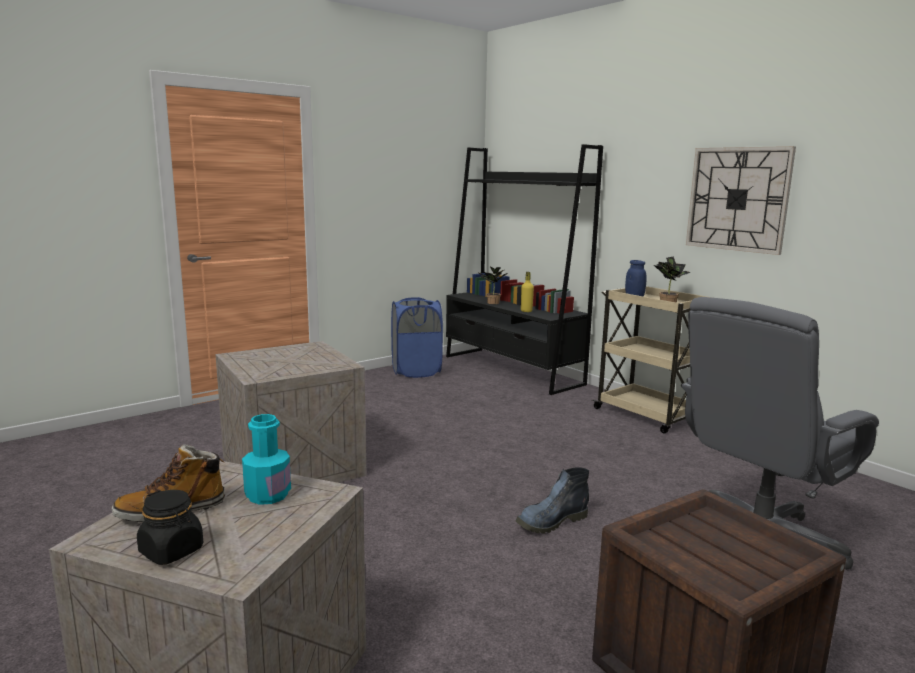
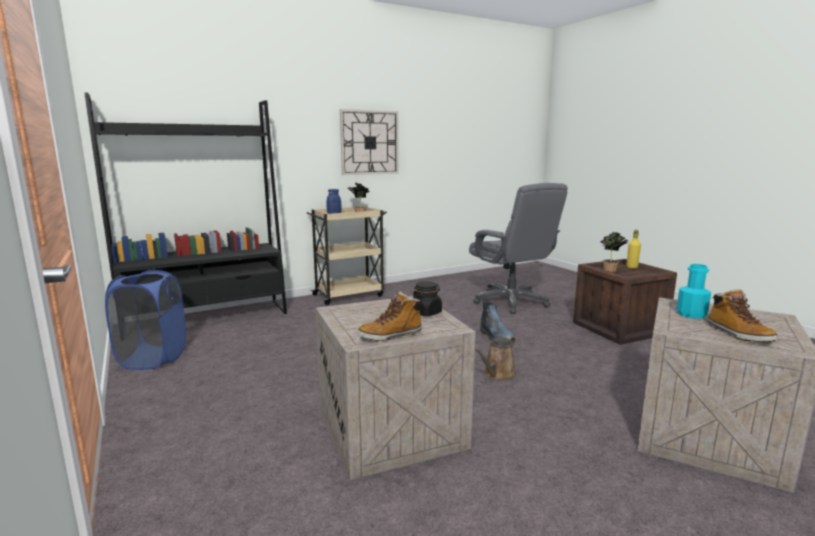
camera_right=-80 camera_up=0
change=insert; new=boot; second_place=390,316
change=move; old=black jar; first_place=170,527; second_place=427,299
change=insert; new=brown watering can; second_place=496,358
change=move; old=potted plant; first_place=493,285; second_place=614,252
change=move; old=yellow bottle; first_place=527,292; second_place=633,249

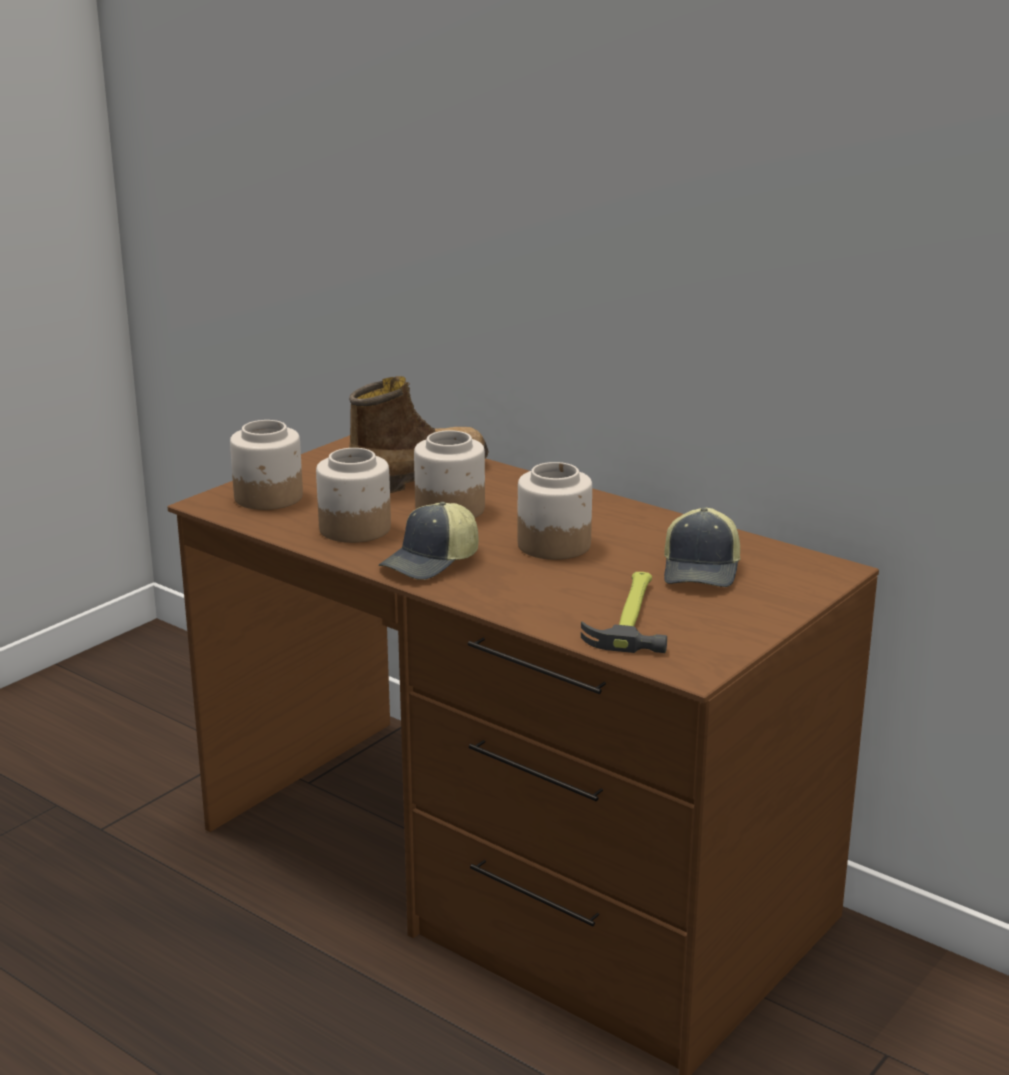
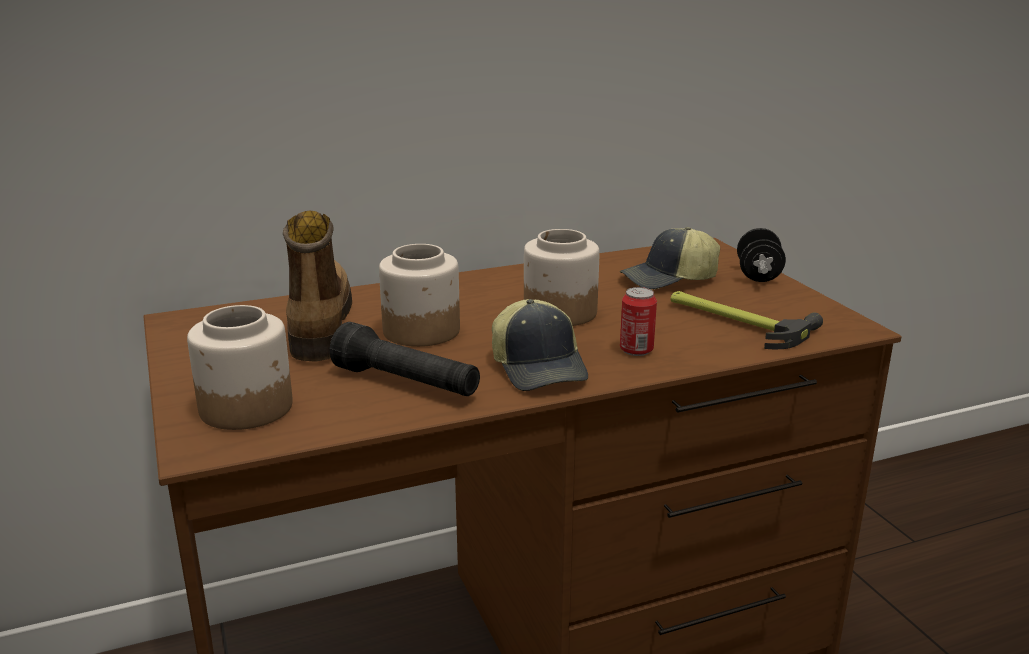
camera_right=-60 camera_up=0
change=replace; old=jar; new=black flashlight; first_place=353,495; second_place=405,359
change=rotate; old=cap; first_place=702,547; second_place=670,258; degrees=120
change=insert; new=can; second_place=638,321
change=insert; new=black dumbbell; second_place=761,255

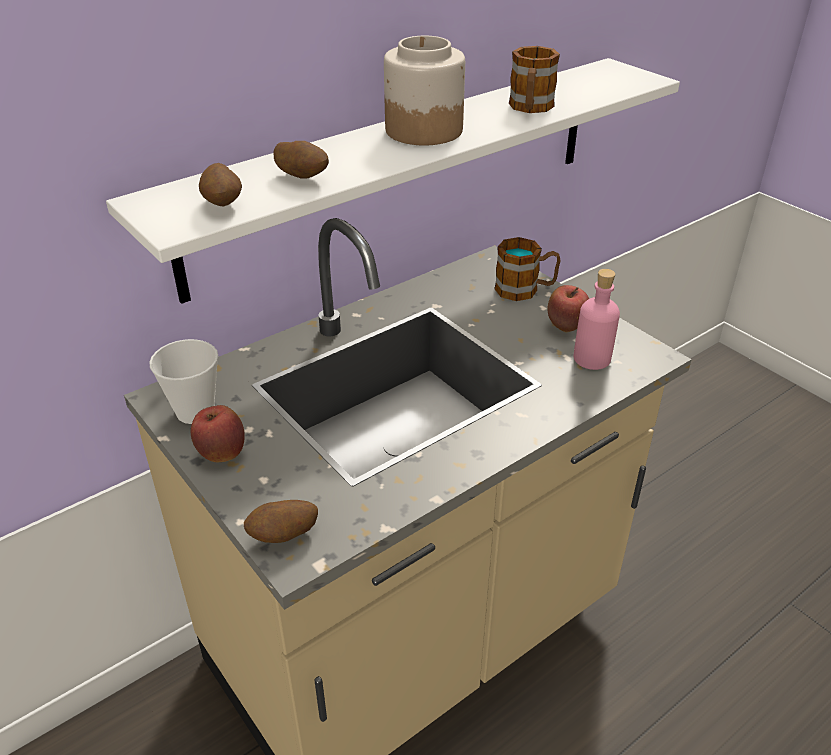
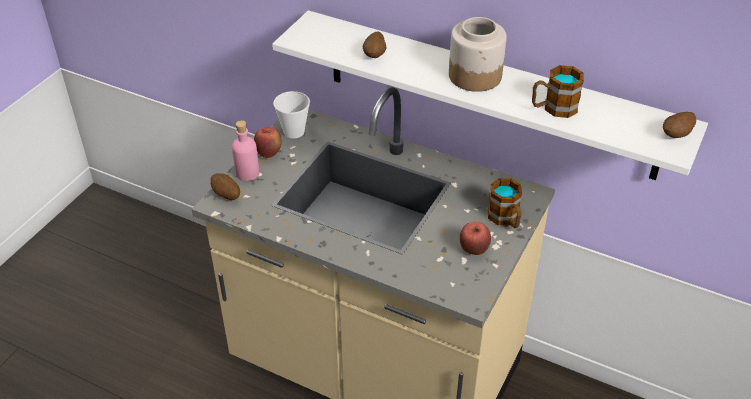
camera_right=65 camera_up=5
change=move; old=pink bottle; first_place=597,319; second_place=245,150
change=move; old=potato; first_place=220,185; second_place=679,125

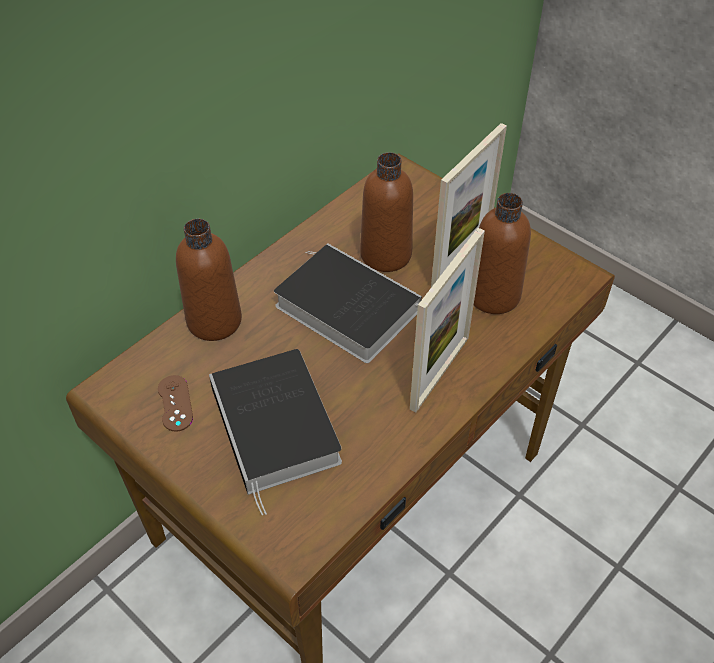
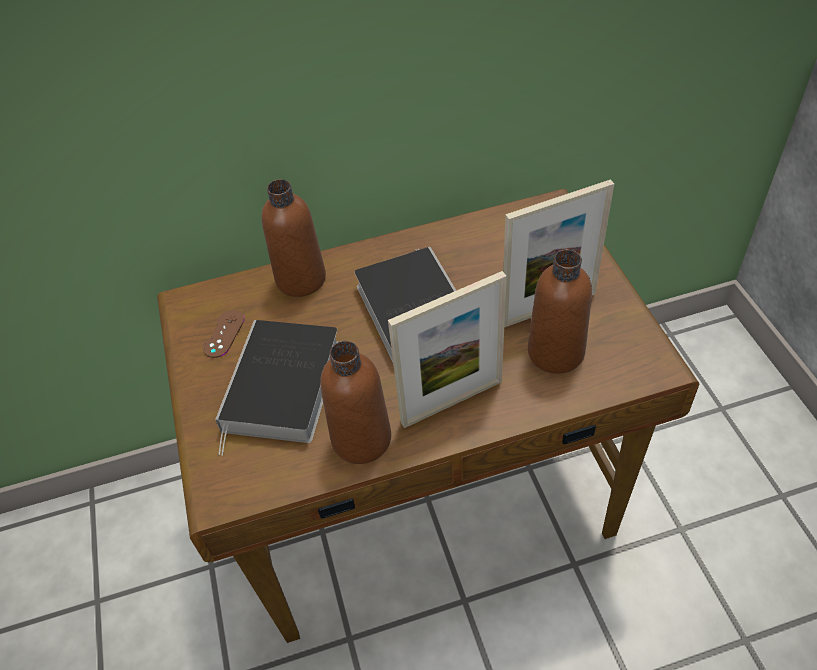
camera_right=35 camera_up=0
change=move; old=brown bottle; first_place=386,212; second_place=355,402

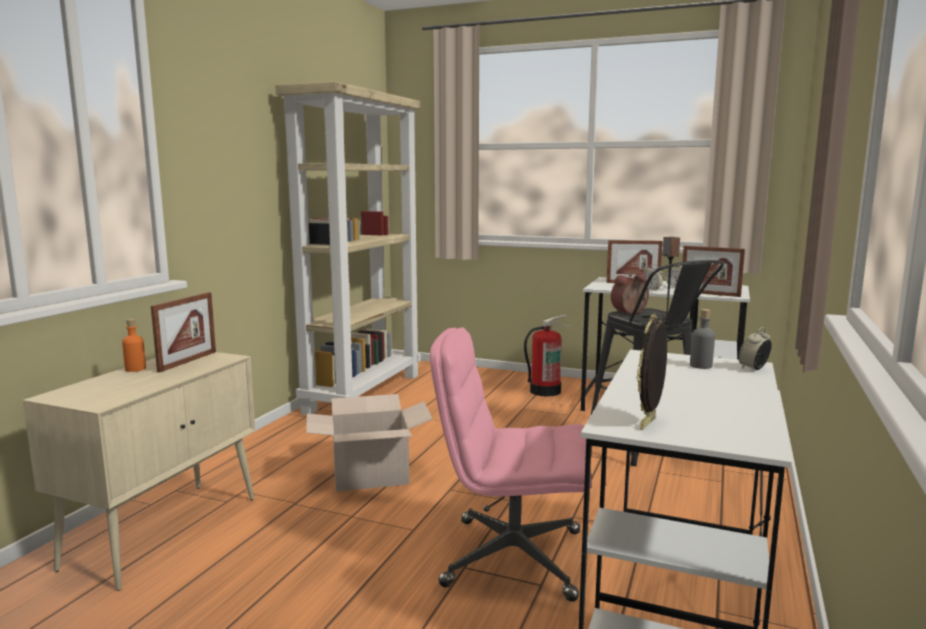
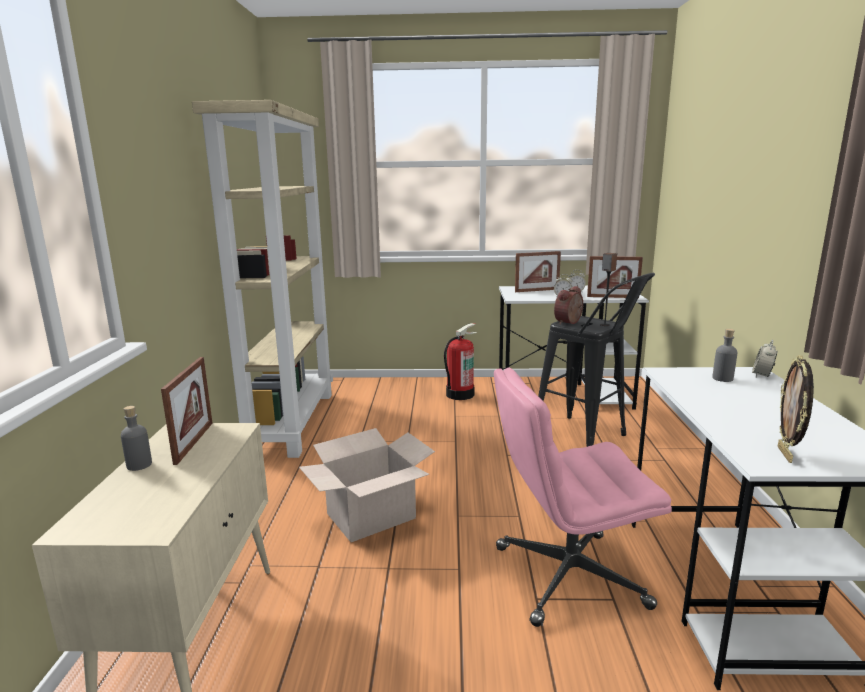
camera_right=-20 camera_up=5
change=recolor; old=orange bottle; new=grey bottle; first_place=134,345; second_place=136,438

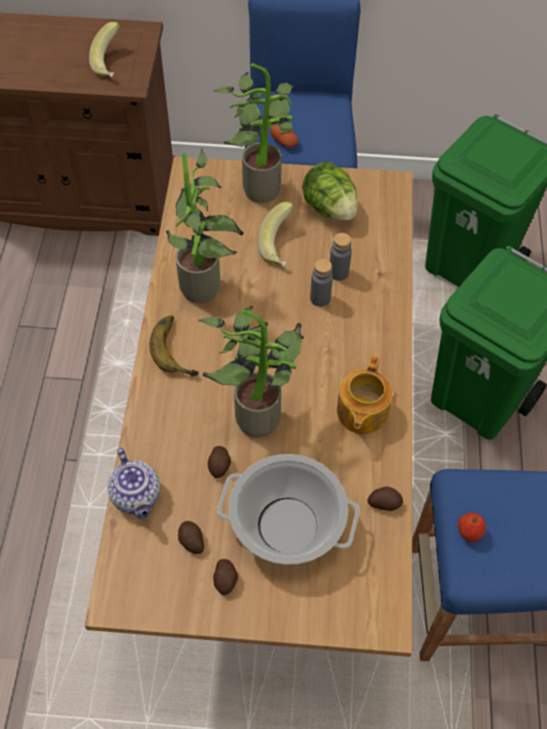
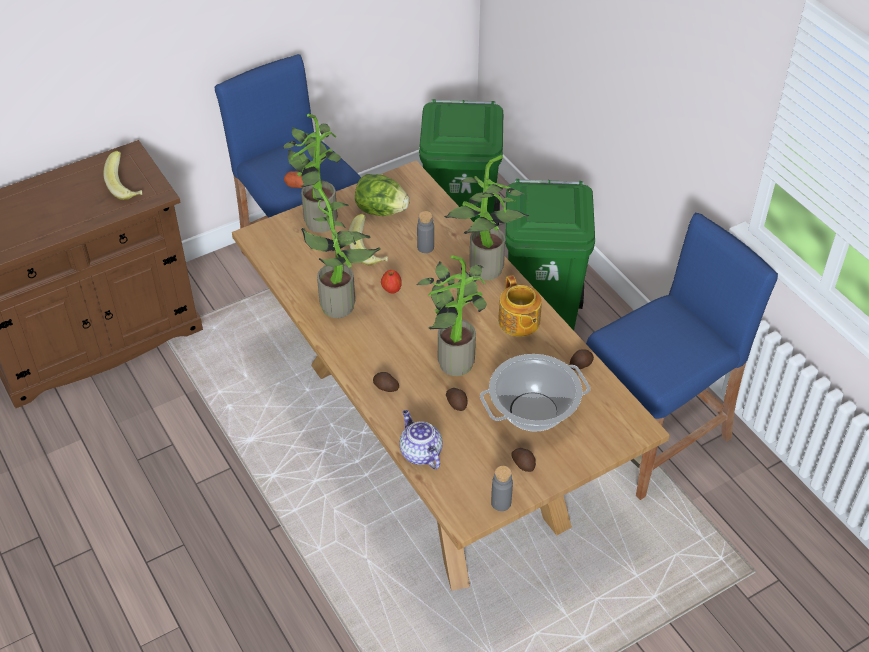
camera_right=-35 camera_up=-10
change=move; old=potato; first_place=191,537; second_place=386,382
change=move; old=apple; first_place=472,527; second_place=391,282
change=rotate; old=teapot; first_place=134,483; second_place=421,439; degrees=-150
change=insert; new=potted plant; second_place=486,217
change=move; old=grey bottle; first_place=321,283; second_place=502,488
change=delete; old=banana; first_place=174,346

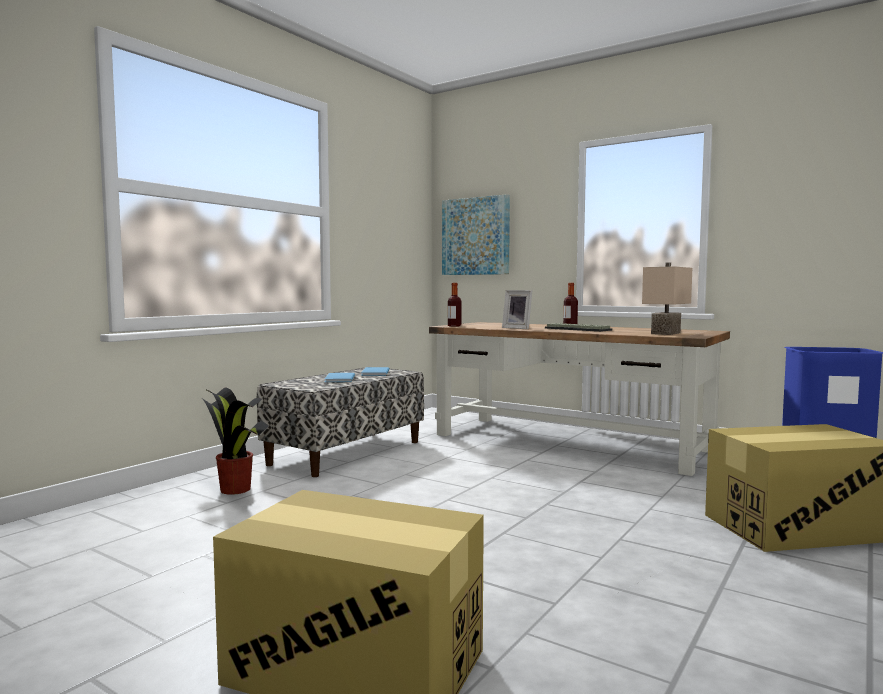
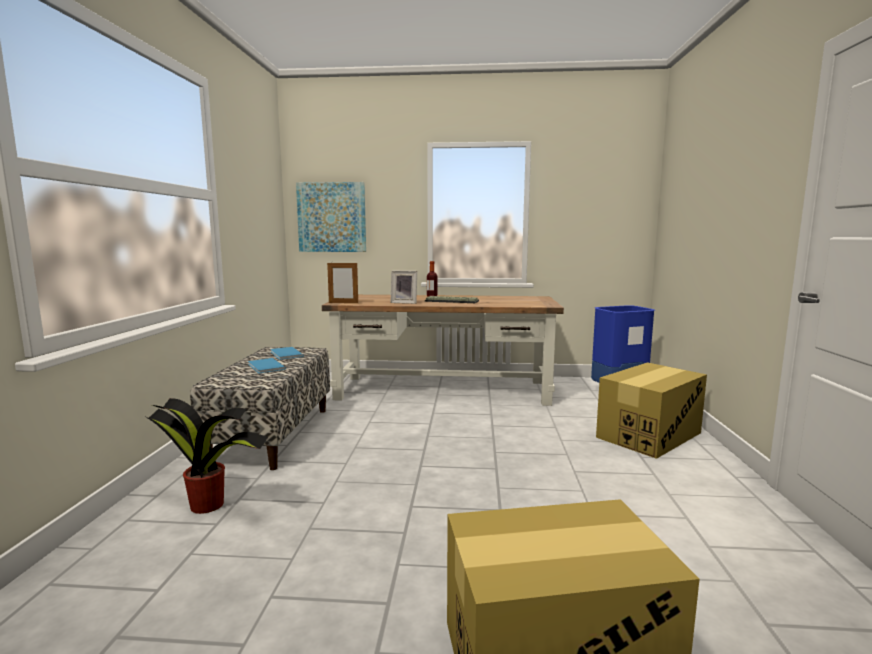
camera_right=-30 camera_up=5
change=replace; old=bottle; new=picture frame; first_place=454,305; second_place=342,283
change=delete; old=beige table lamp; first_place=667,298

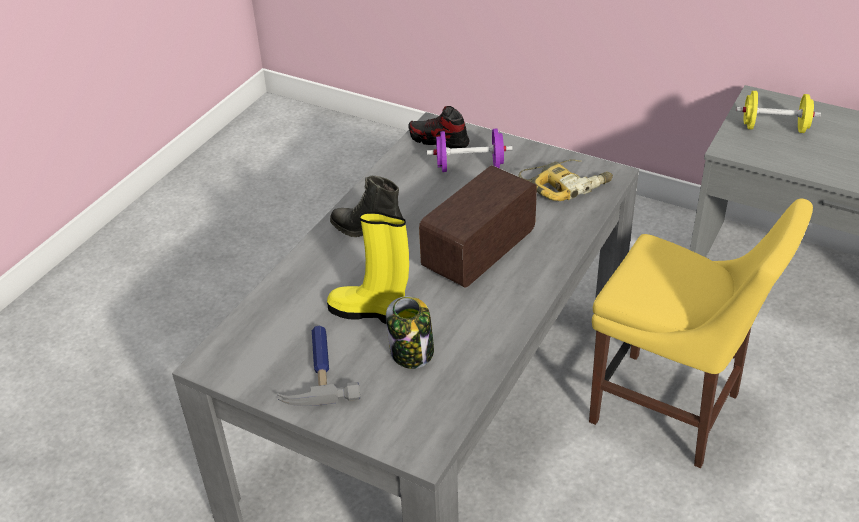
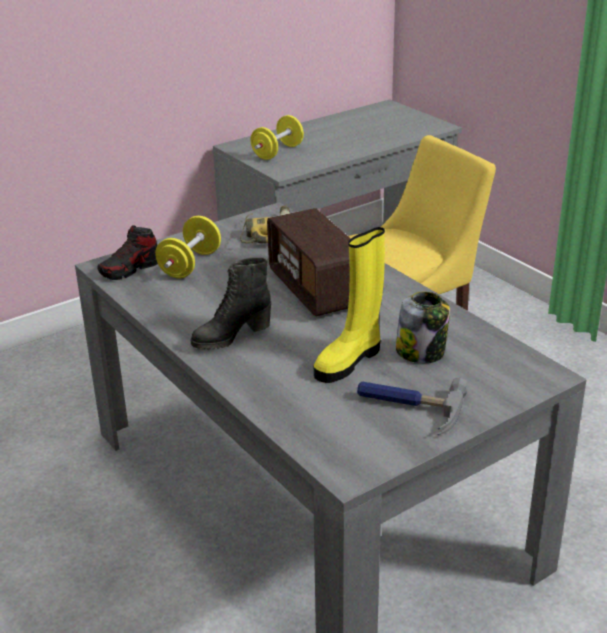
camera_right=-65 camera_up=-10
change=recolor; old=purple dumbbell; new=yellow dumbbell; first_place=470,150; second_place=188,247

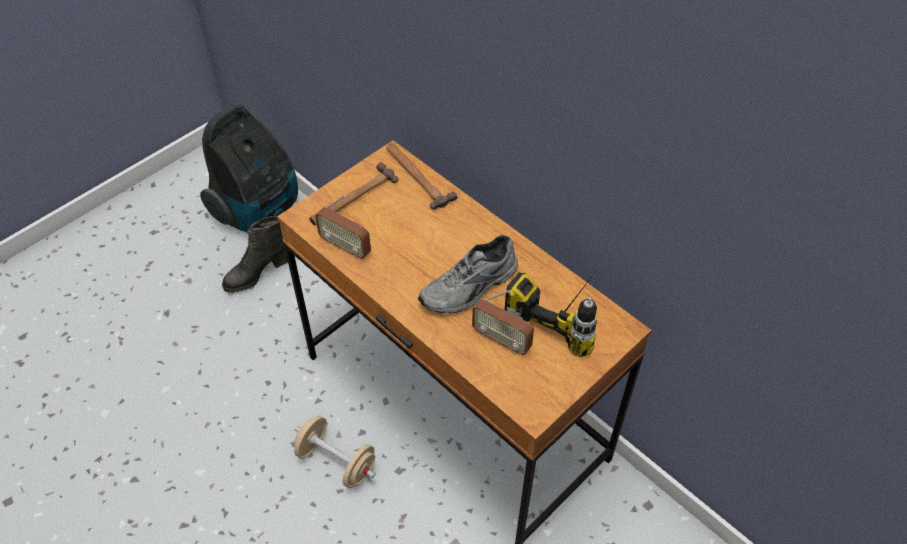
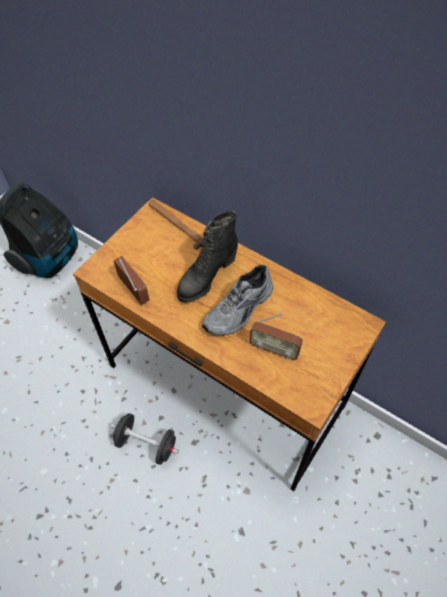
camera_right=-10 camera_up=5
change=recolor; old=beige dumbbell; new=black dumbbell; first_place=335,452; second_place=145,439
change=rotate; old=radio; first_place=343,227; second_place=132,280; degrees=-150
change=move; old=black boot; first_place=255,254; second_place=207,256
change=delete; old=hammer; first_place=353,194
change=delete; old=power drill; first_place=551,314

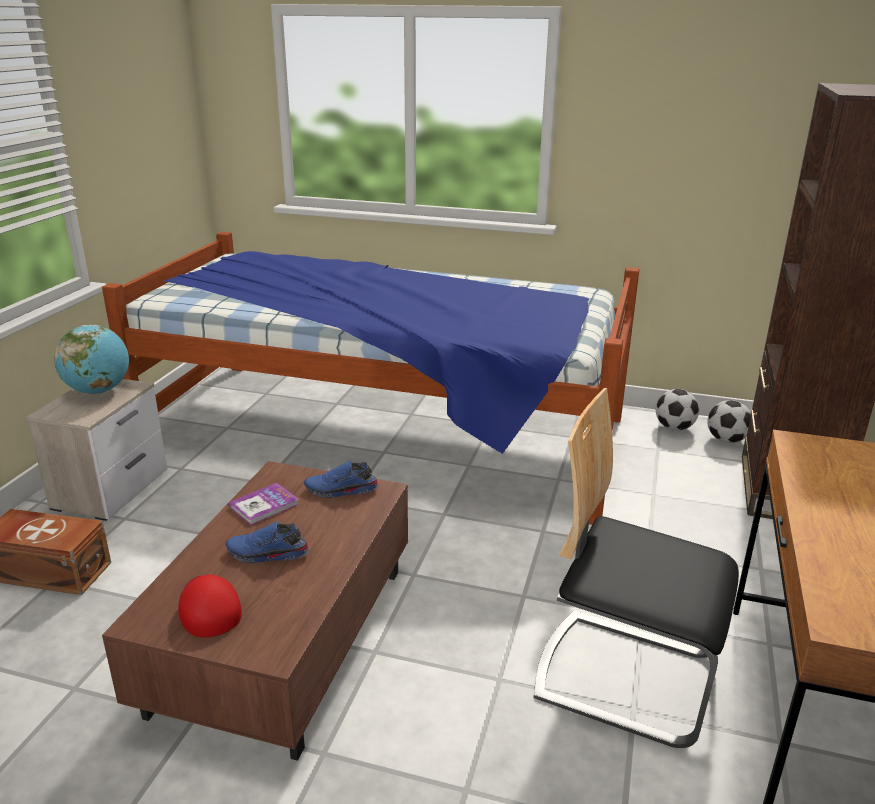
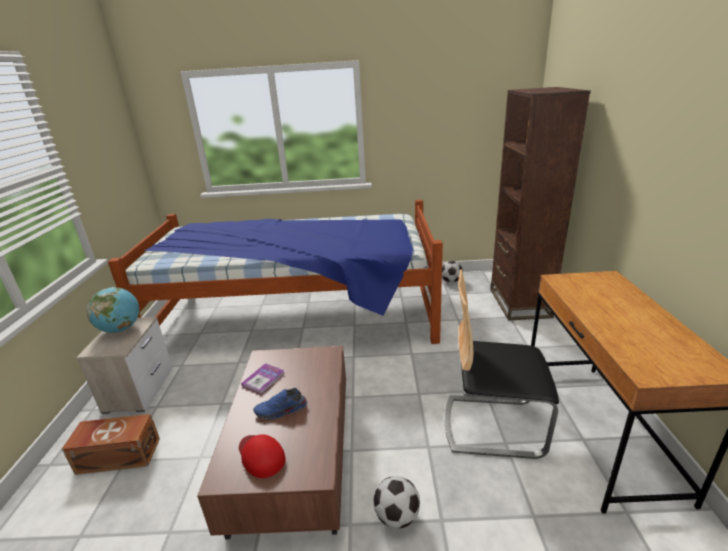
camera_right=-15 camera_up=0
change=move; old=football; first_place=729,421; second_place=396,502
change=delete; old=blue shoe; first_place=341,479

